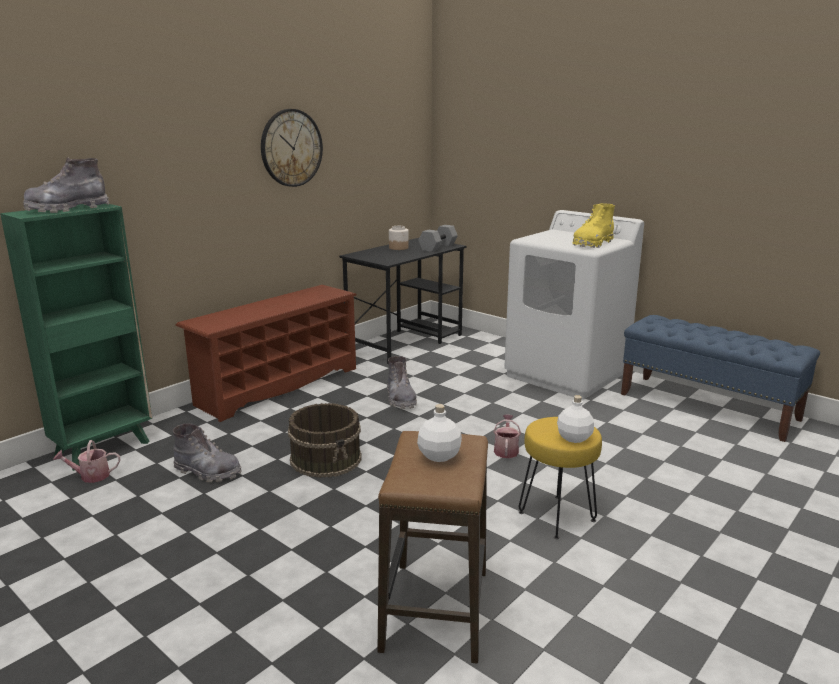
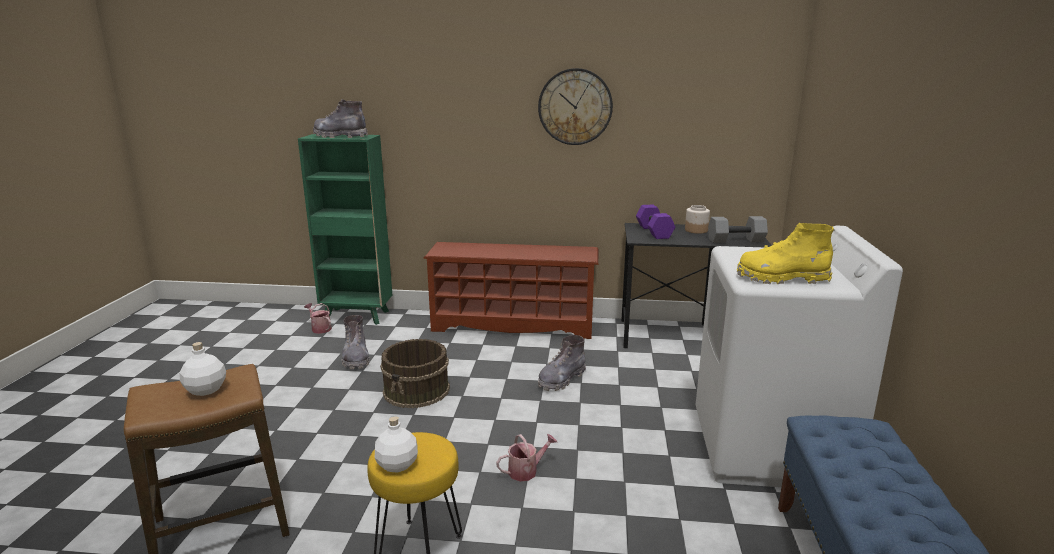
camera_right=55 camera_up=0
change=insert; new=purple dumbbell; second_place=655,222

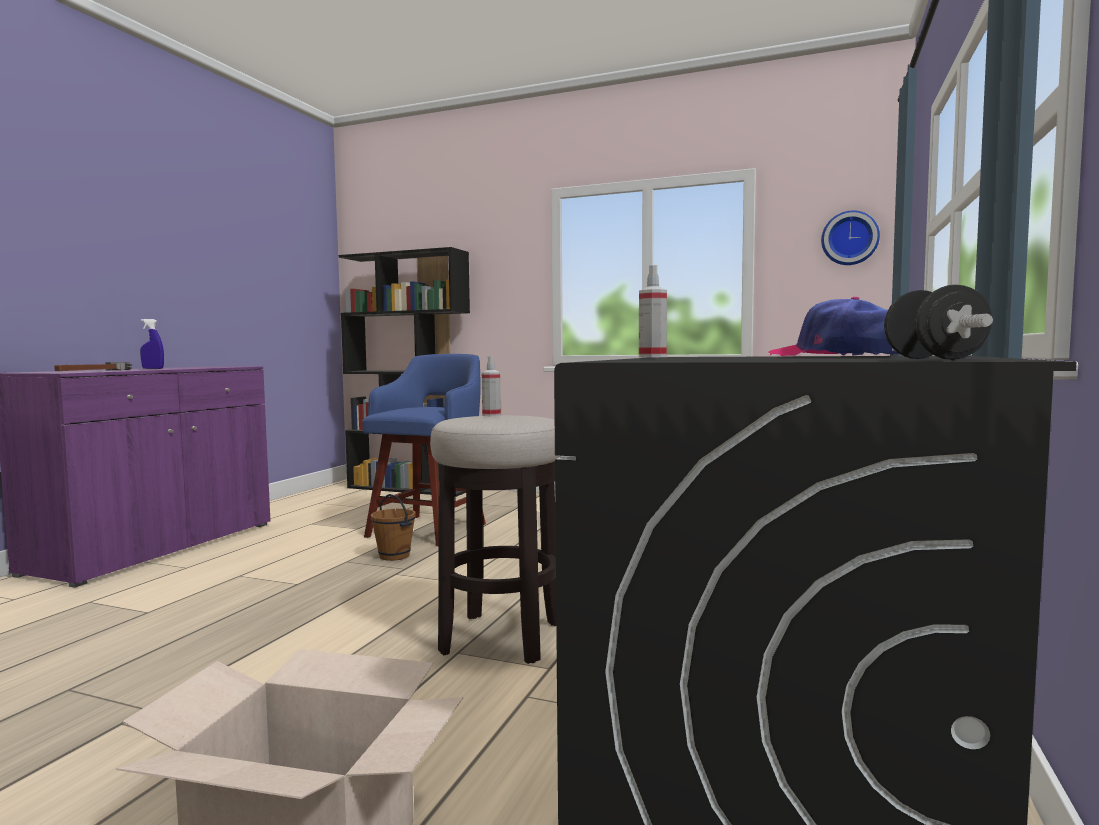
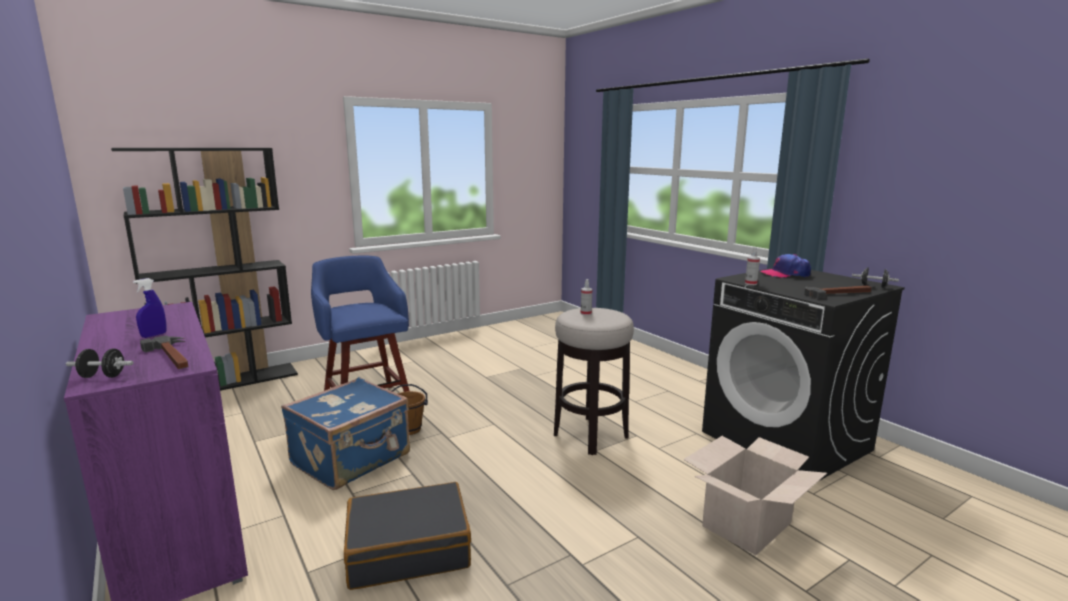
camera_right=-55 camera_up=10
change=insert; new=black dumbbell; second_place=100,363
change=insert; new=blue suitcase; second_place=345,433
change=insert; new=black suitcase; second_place=407,536
change=insert; new=hammer; second_place=838,292
change=delete; old=wall clock; first_place=850,237

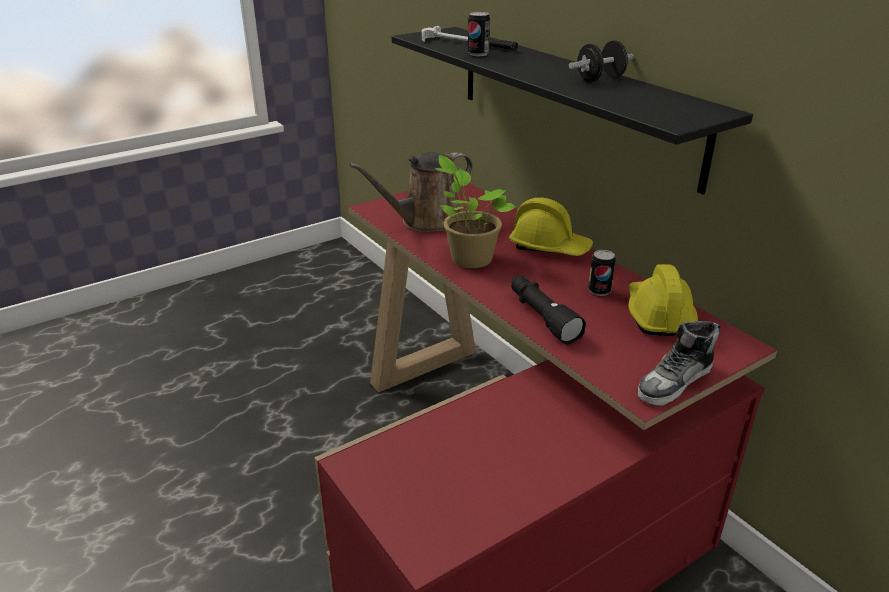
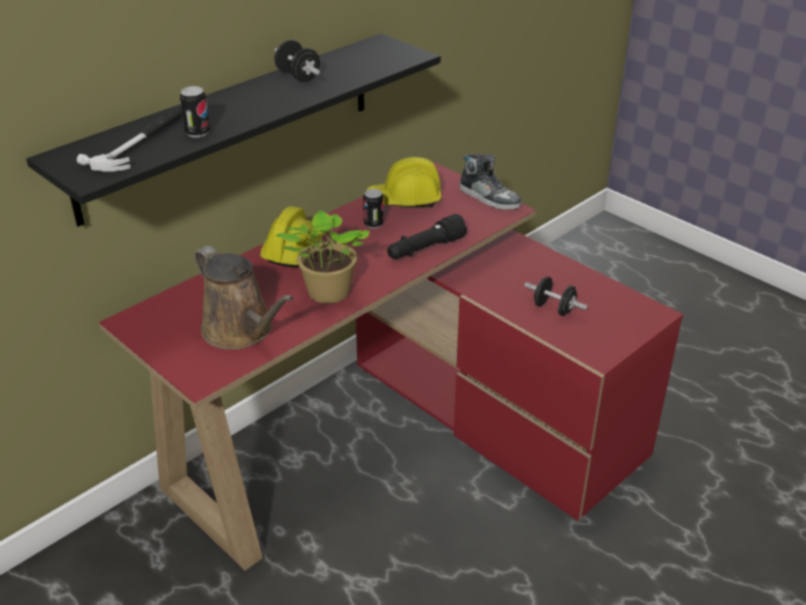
camera_right=-100 camera_up=5
change=insert; new=black dumbbell; second_place=556,296

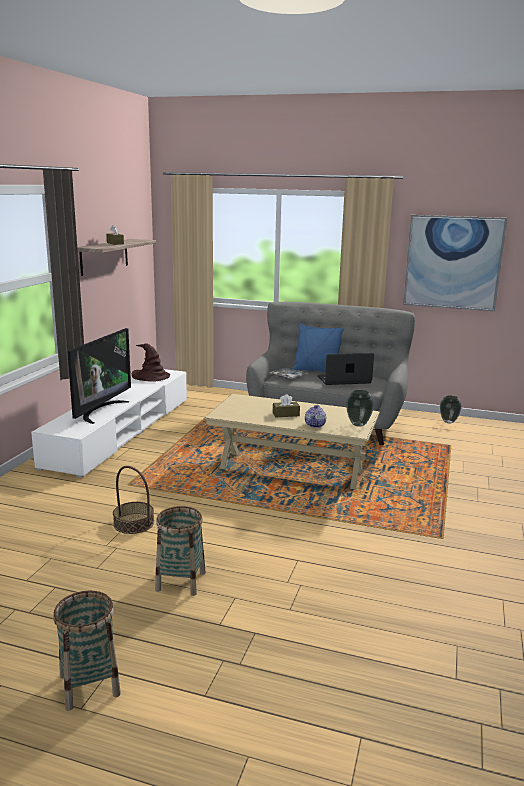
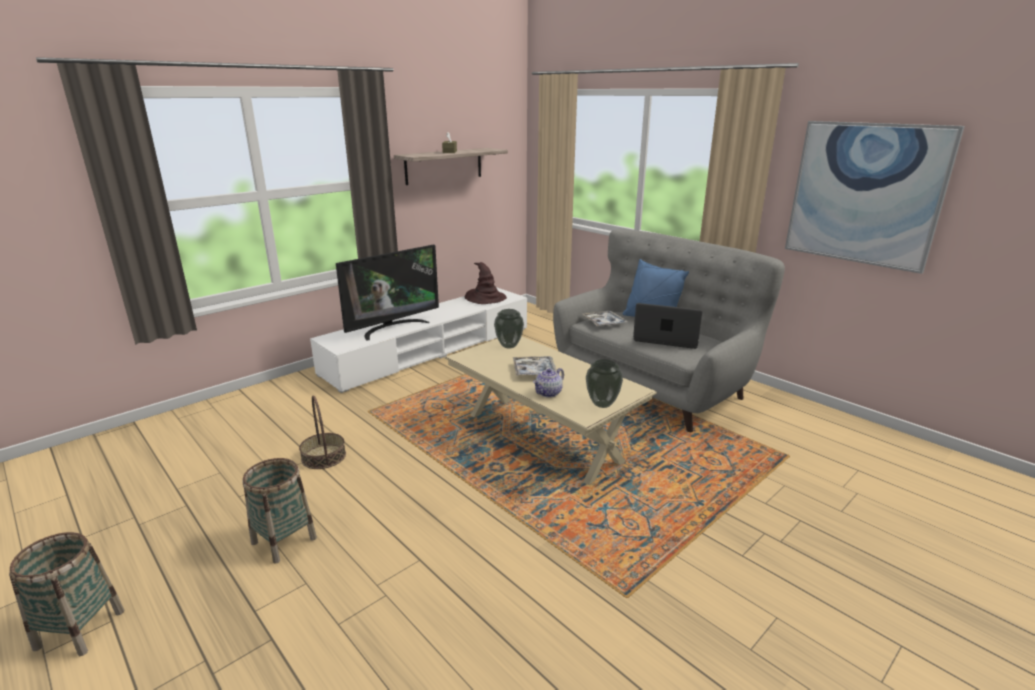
camera_right=30 camera_up=5
change=move; old=vase; first_place=451,409; second_place=509,329
change=replace; old=brown tissue box; new=tray; first_place=286,405; second_place=535,366

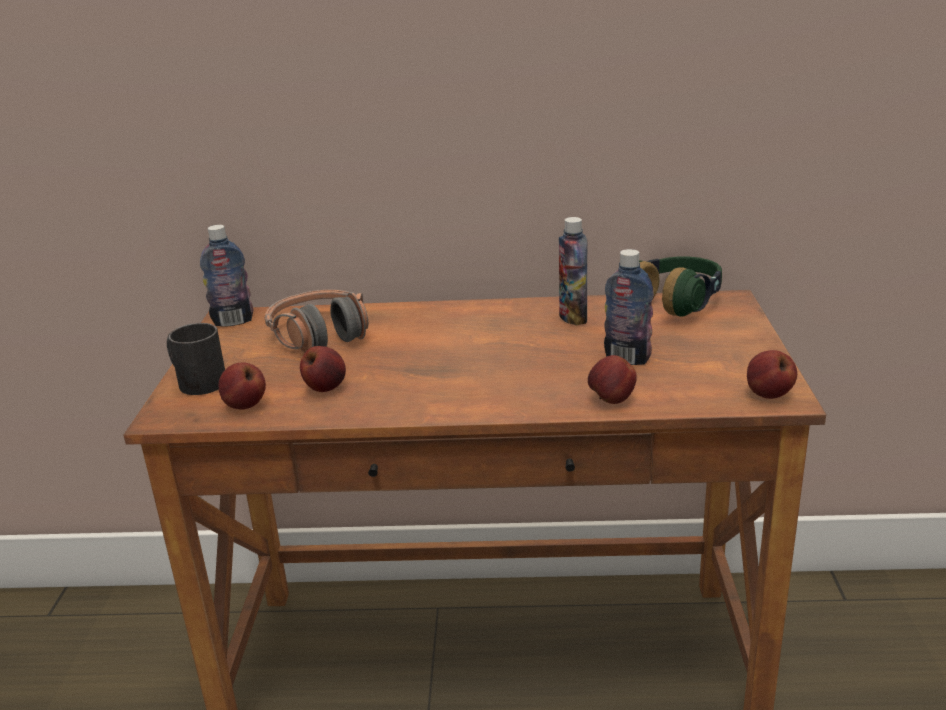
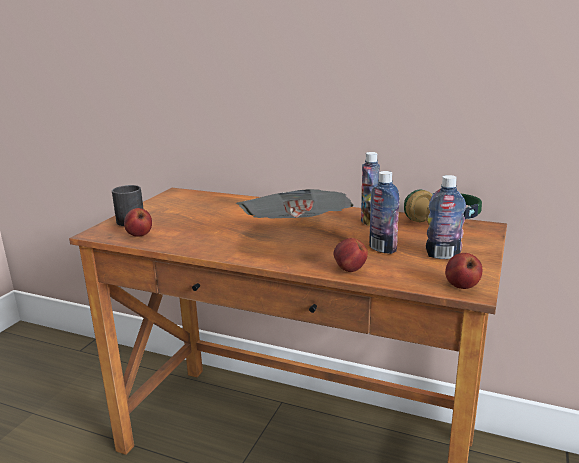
camera_right=20 camera_up=-5
change=insert; new=newspaper; second_place=295,204
change=move; old=bottle; first_place=226,276; second_place=446,217
change=delete; old=headphones; first_place=316,321
change=delete; old=apple; first_place=323,369

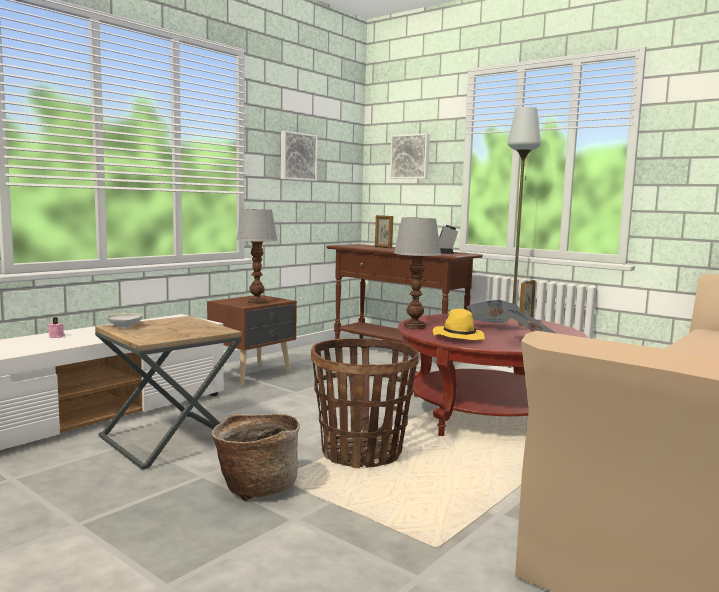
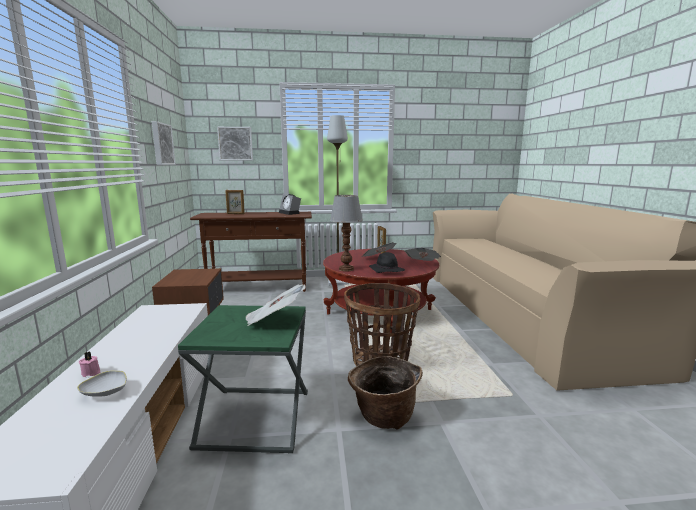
camera_right=-45 camera_up=5
change=move; old=white bowl; first_place=124,320; second_place=102,383
change=recolor; old=brown side table; new=green side table; first_place=168,393; second_place=243,379
change=insert; new=newspaper; second_place=275,305
change=recolor; old=yellow hat; new=black hat; first_place=459,324; second_place=387,262
change=delete; old=table lamp; first_place=257,257

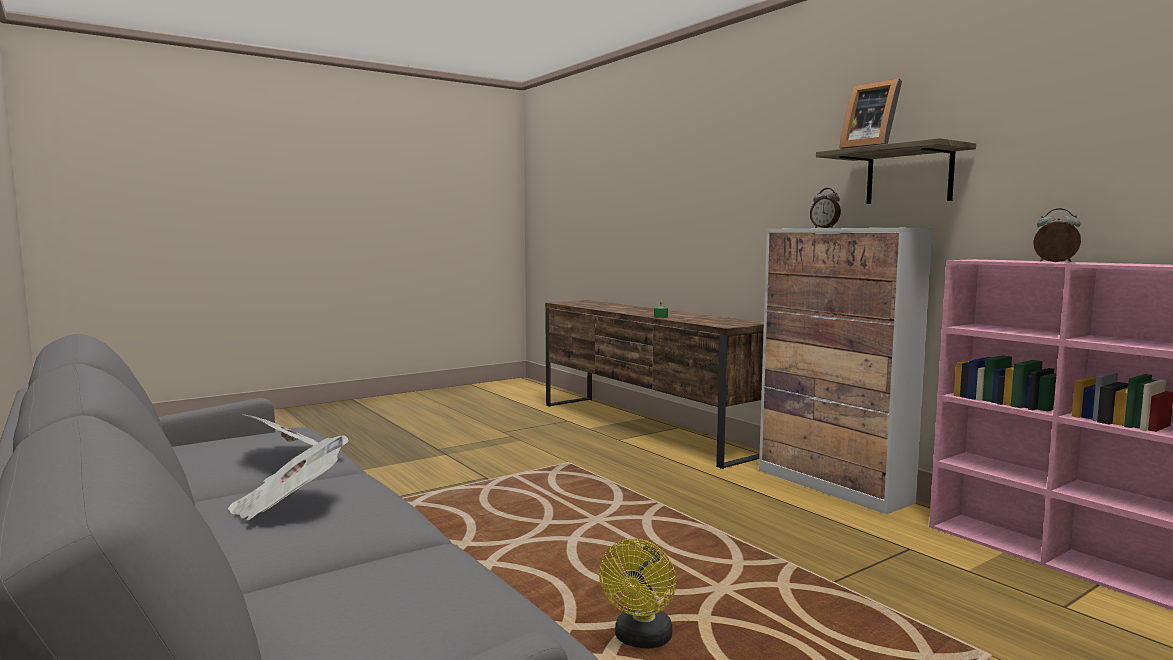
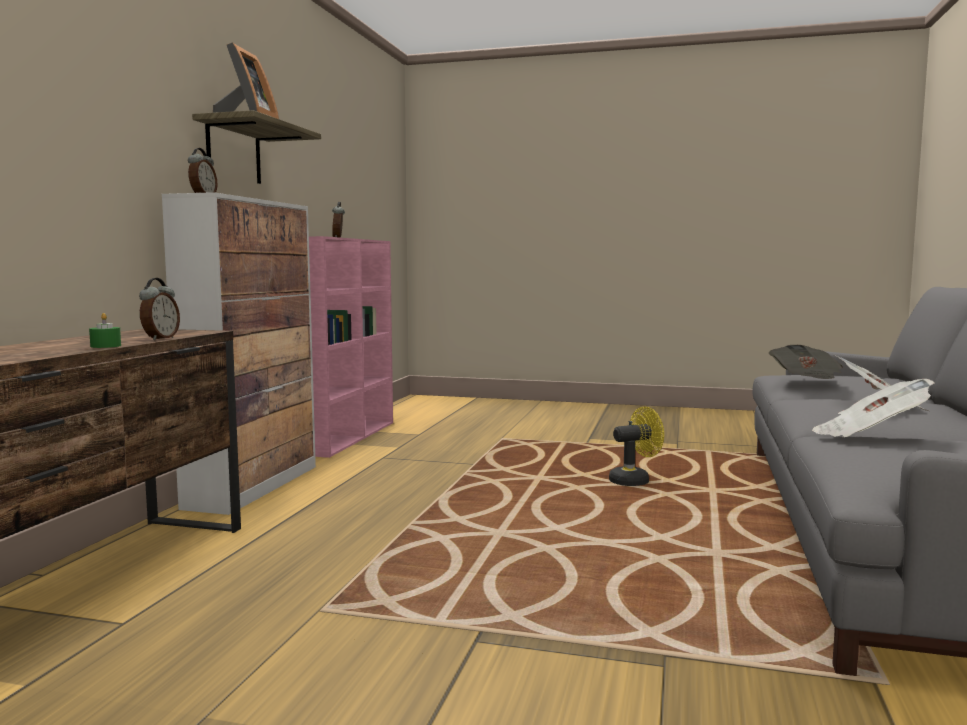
camera_right=-130 camera_up=0
change=insert; new=alarm clock; second_place=159,309
change=insert; new=newspaper; second_place=805,362

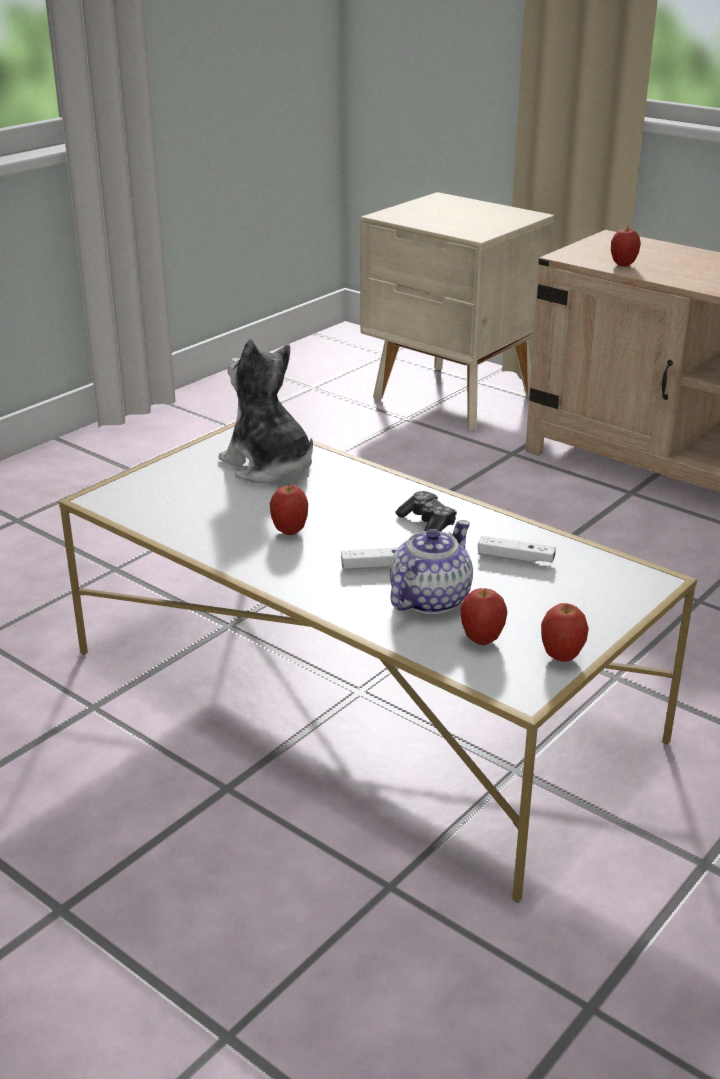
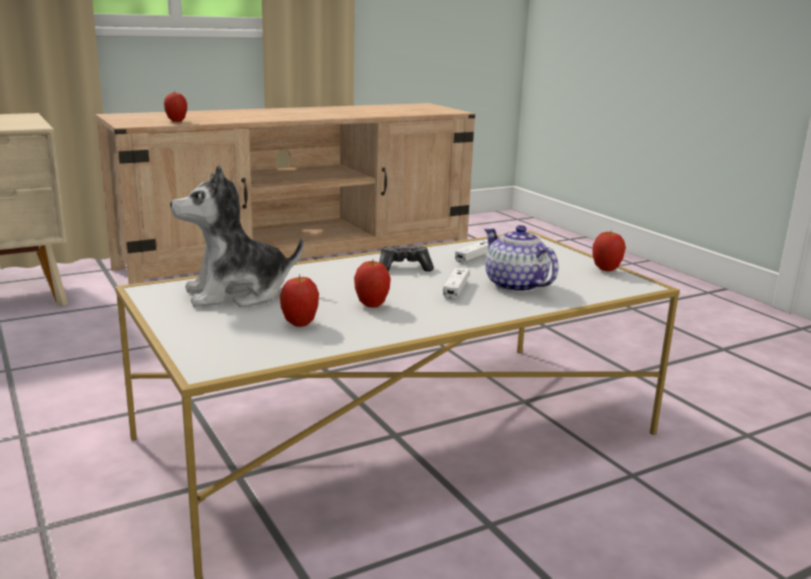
camera_right=-70 camera_up=-10
change=move; old=apple; first_place=483,616; second_place=299,301

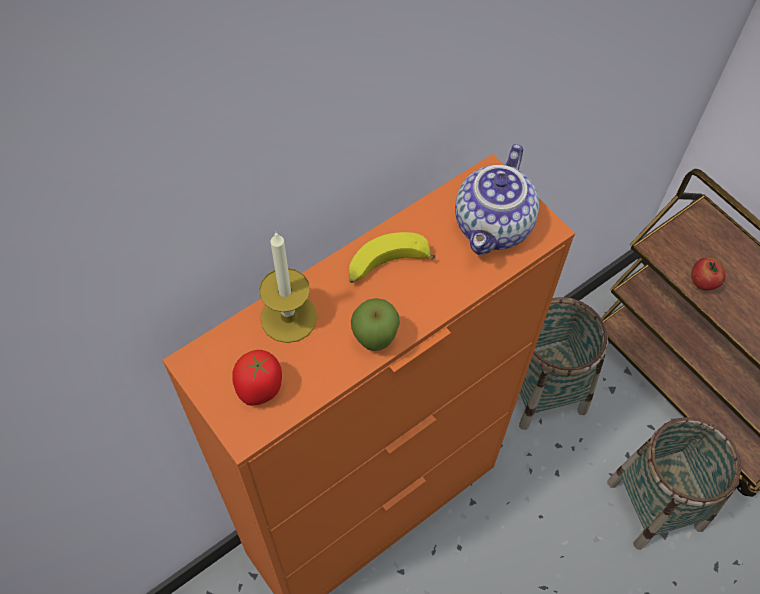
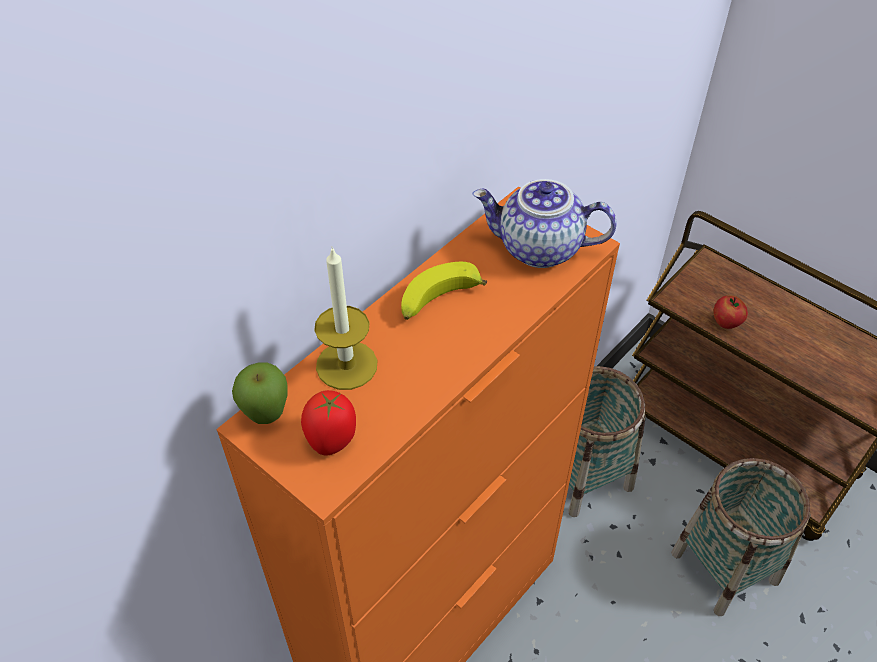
camera_right=-10 camera_up=-10
change=move; old=apple; first_place=375,324; second_place=260,393
change=rotate; old=teapot; first_place=497,199; second_place=544,223; degrees=90

